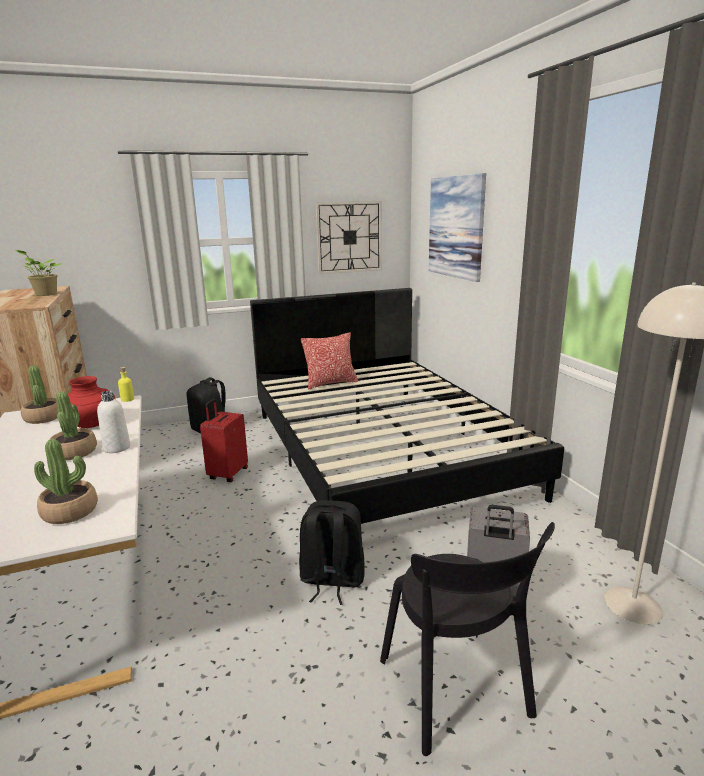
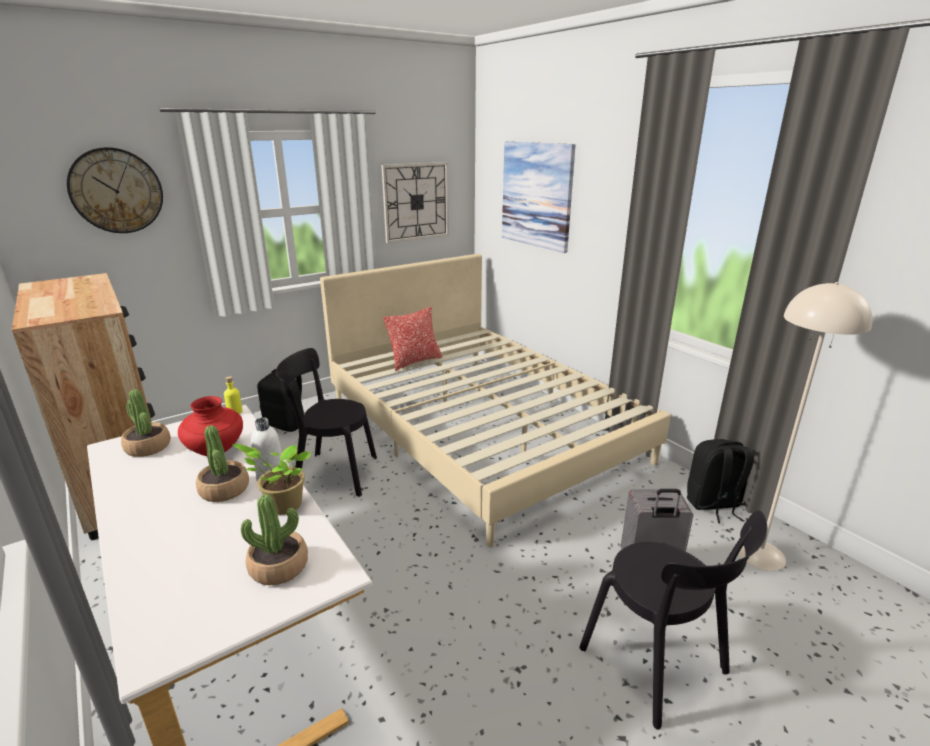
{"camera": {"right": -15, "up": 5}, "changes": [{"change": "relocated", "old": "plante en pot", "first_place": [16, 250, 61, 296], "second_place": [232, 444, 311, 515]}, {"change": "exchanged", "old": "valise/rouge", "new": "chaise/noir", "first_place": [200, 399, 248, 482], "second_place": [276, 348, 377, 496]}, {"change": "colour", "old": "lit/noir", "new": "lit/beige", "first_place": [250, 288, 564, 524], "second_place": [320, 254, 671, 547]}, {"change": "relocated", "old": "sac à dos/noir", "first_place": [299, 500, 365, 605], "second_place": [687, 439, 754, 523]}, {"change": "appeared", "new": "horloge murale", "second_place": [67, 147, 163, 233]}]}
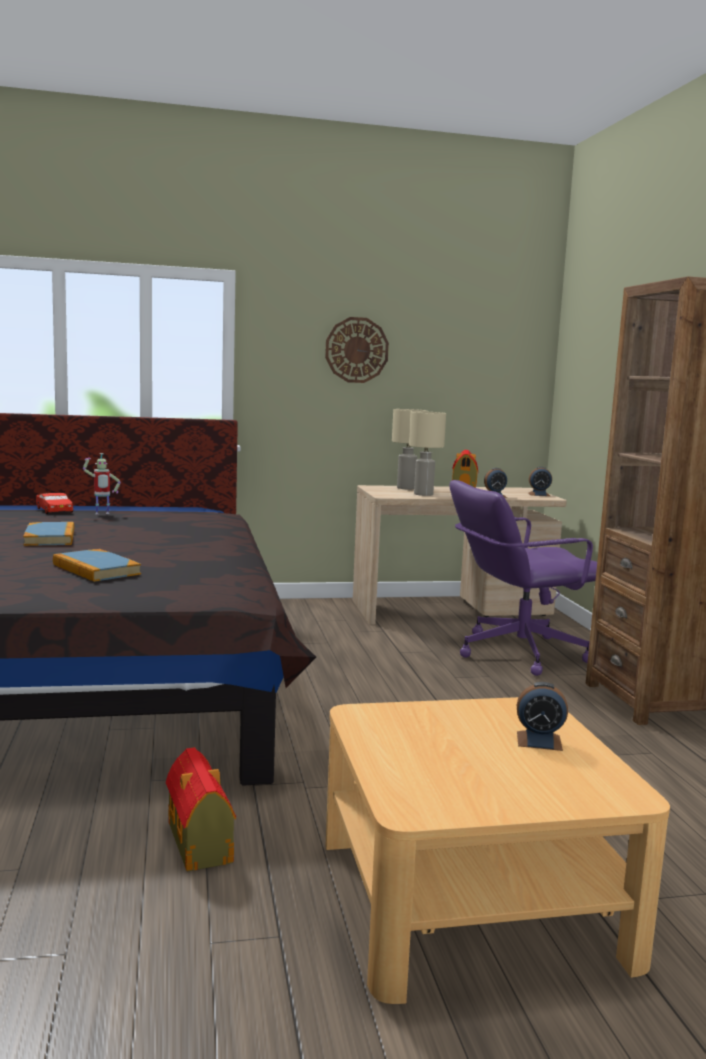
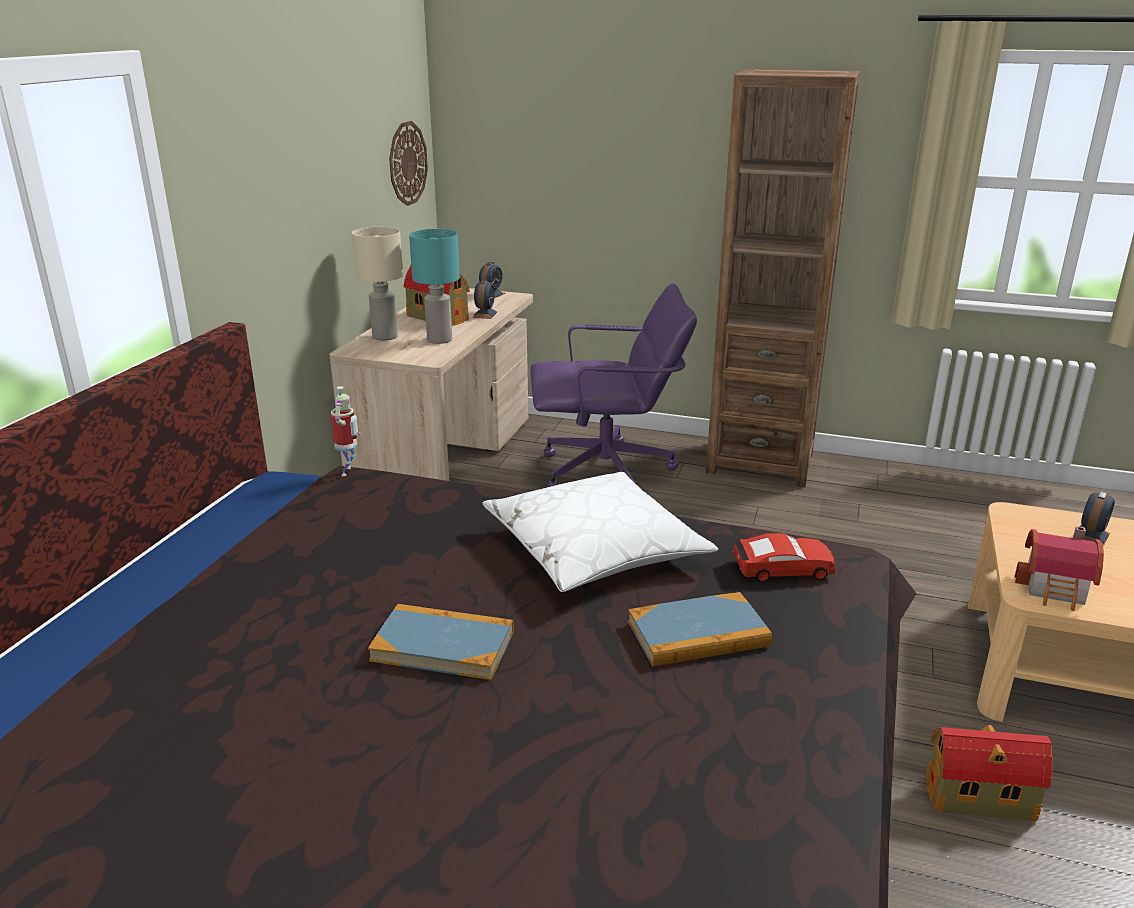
{"camera": {"right": -60, "up": 15}, "changes": [{"change": "relocated", "old": "petite voiture/rouge", "first_place": [36, 493, 73, 514], "second_place": [732, 533, 835, 582]}, {"change": "relocated", "old": "robot jouet", "first_place": [83, 453, 121, 514], "second_place": [331, 386, 361, 476]}, {"change": "relocated", "old": "horloge murale", "first_place": [325, 317, 389, 383], "second_place": [389, 121, 428, 206]}, {"change": "colour", "old": "lampe de table/beige", "new": "lampe de table/turquoise", "first_place": [409, 411, 446, 496], "second_place": [409, 229, 460, 344]}, {"change": "spun", "old": "chaise de bureau/violet", "first_place": [450, 480, 597, 676], "second_place": [530, 283, 697, 487], "degrees": -105}, {"change": "appeared", "new": "coussin/blanc", "second_place": [483, 472, 718, 592]}, {"change": "appeared", "new": "maison miniature", "second_place": [1014, 526, 1104, 611]}]}
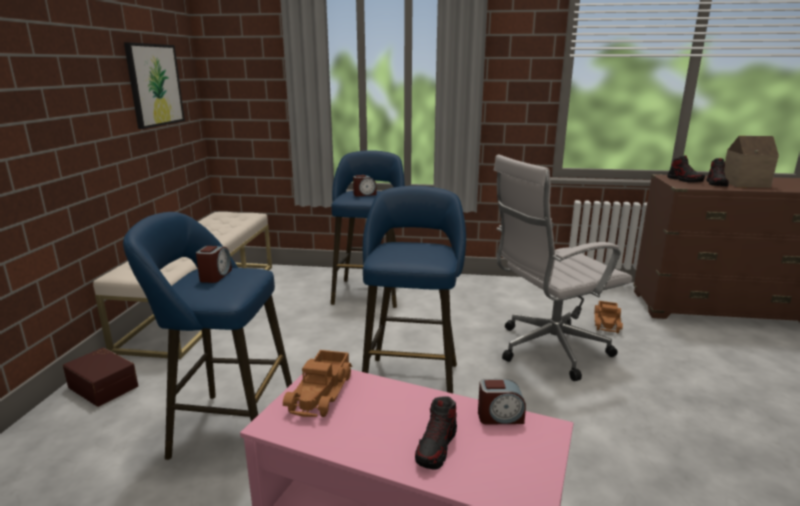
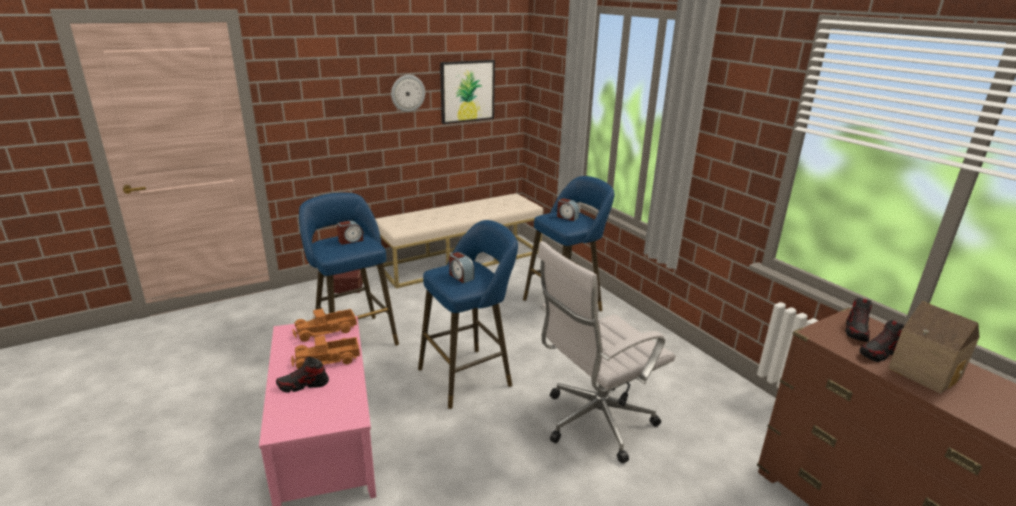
{"camera": {"right": 50, "up": 5}, "changes": [{"change": "relocated", "old": "réveil", "first_place": [478, 379, 526, 425], "second_place": [449, 252, 474, 283]}, {"change": "spun", "old": "chaise de bureau/blanc", "first_place": [494, 154, 632, 381], "second_place": [537, 241, 676, 463], "degrees": -60}, {"change": "relocated", "old": "camion jouet", "first_place": [594, 301, 623, 333], "second_place": [291, 335, 360, 369]}, {"change": "appeared", "new": "horloge murale", "second_place": [391, 75, 425, 112]}]}
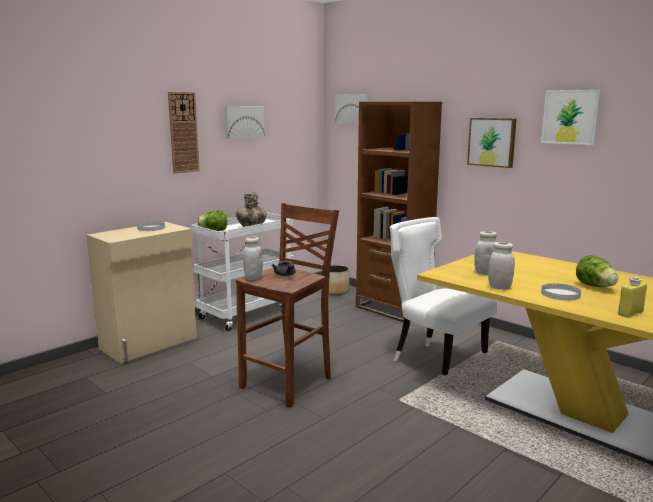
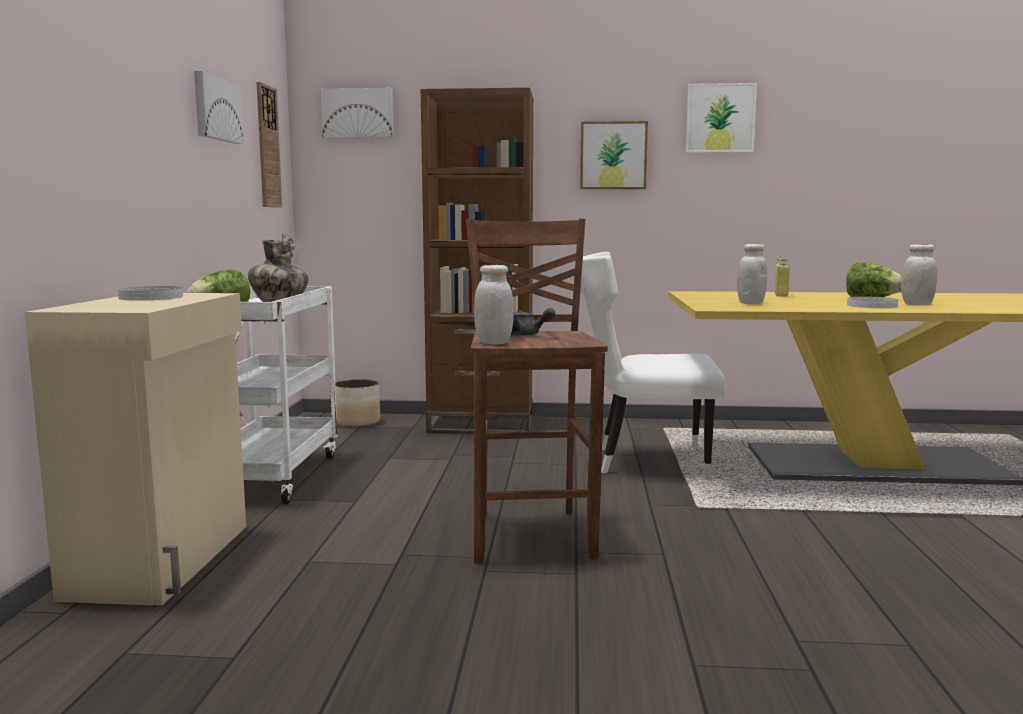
{"camera": {"right": -40, "up": -5}, "changes": [{"change": "relocated", "old": "horloge murale", "first_place": [168, 92, 200, 174], "second_place": [257, 82, 282, 208]}, {"change": "relocated", "old": "bocal/blanc", "first_place": [488, 242, 515, 290], "second_place": [901, 244, 937, 305]}, {"change": "relocated", "old": "bouteille/jaune", "first_place": [618, 277, 647, 318], "second_place": [774, 257, 790, 297]}]}
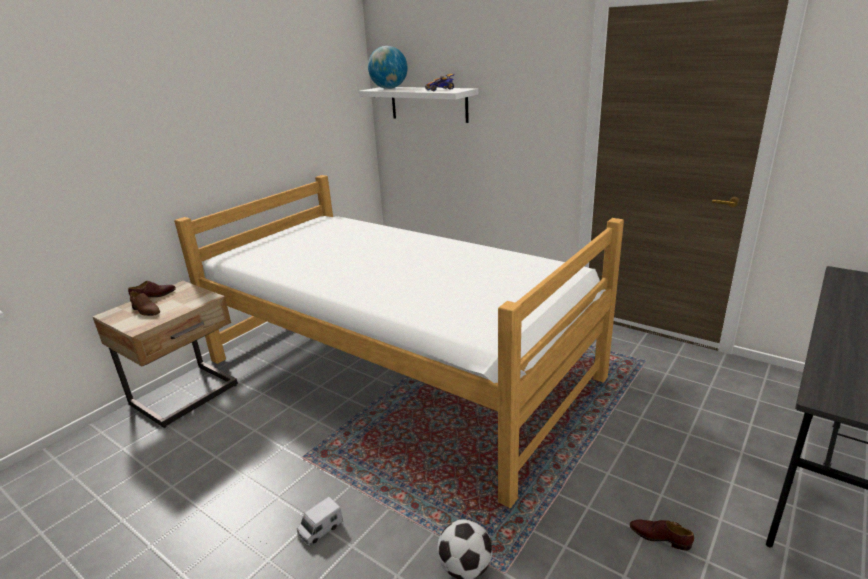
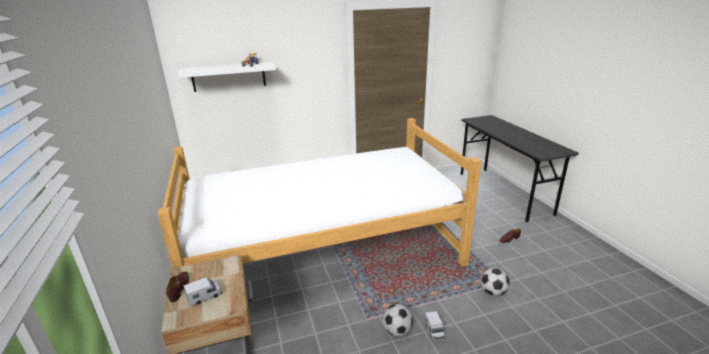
{"camera": {"right": -55, "up": 0}, "changes": [{"change": "exchanged", "old": "chaussure/marron", "new": "camion jouet", "first_place": [130, 291, 160, 316], "second_place": [184, 277, 222, 307]}, {"change": "missing", "old": "globe", "first_place": [368, 46, 408, 89]}, {"change": "appeared", "new": "ballon de foot", "second_place": [383, 304, 413, 336]}]}
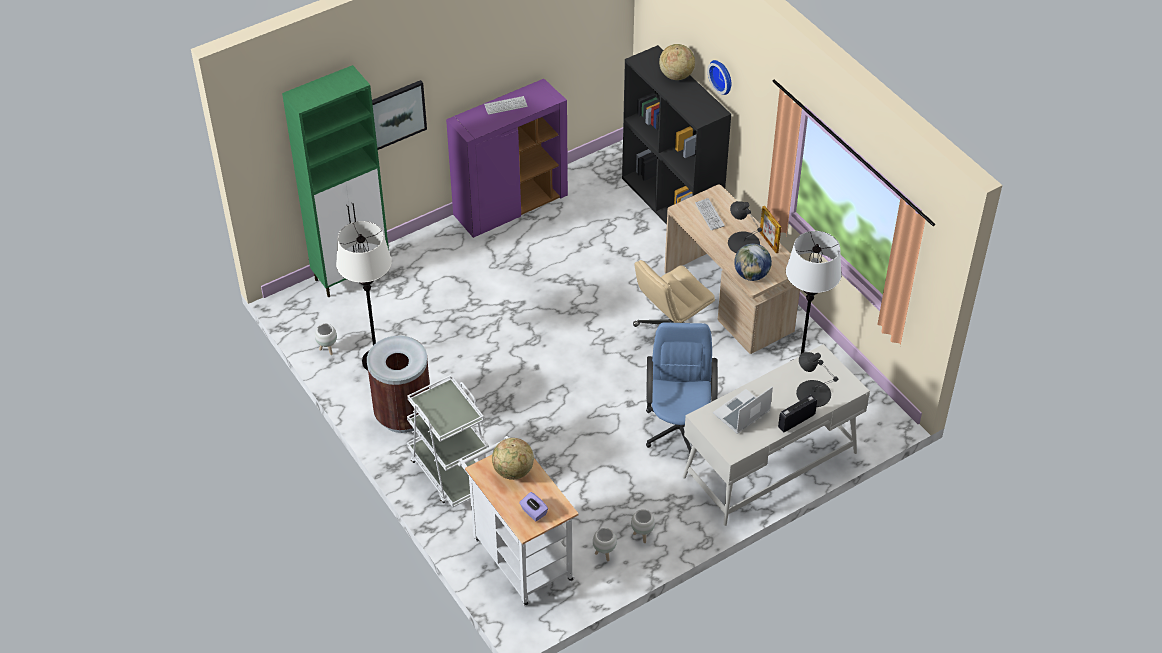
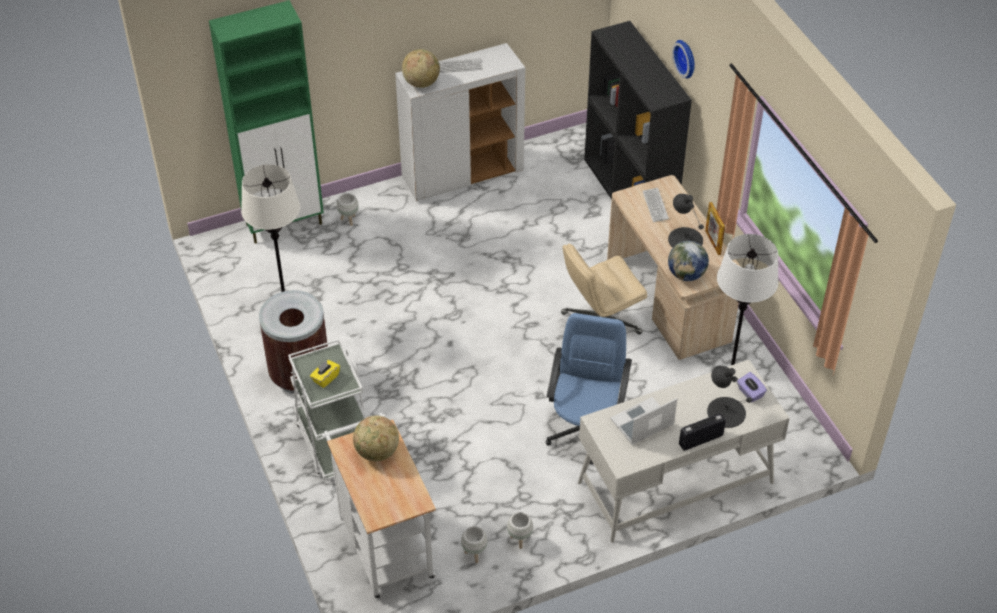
{"camera": {"right": 10, "up": 0}, "changes": [{"change": "relocated", "old": "cache-pot/blanc", "first_place": [315, 324, 337, 355], "second_place": [337, 193, 359, 226]}, {"change": "missing", "old": "tableau", "first_place": [372, 80, 427, 150]}, {"change": "colour", "old": "meuble de rangement/violet", "new": "meuble de rangement/blanc", "first_place": [446, 79, 568, 238], "second_place": [395, 43, 525, 201]}, {"change": "relocated", "old": "boîte à mouchoirs/violet", "first_place": [519, 492, 548, 521], "second_place": [737, 372, 767, 402]}, {"change": "relocated", "old": "globe", "first_place": [659, 44, 695, 80], "second_place": [402, 49, 440, 88]}, {"change": "appeared", "new": "boîte à mouchoirs/jaune", "second_place": [310, 360, 340, 388]}]}
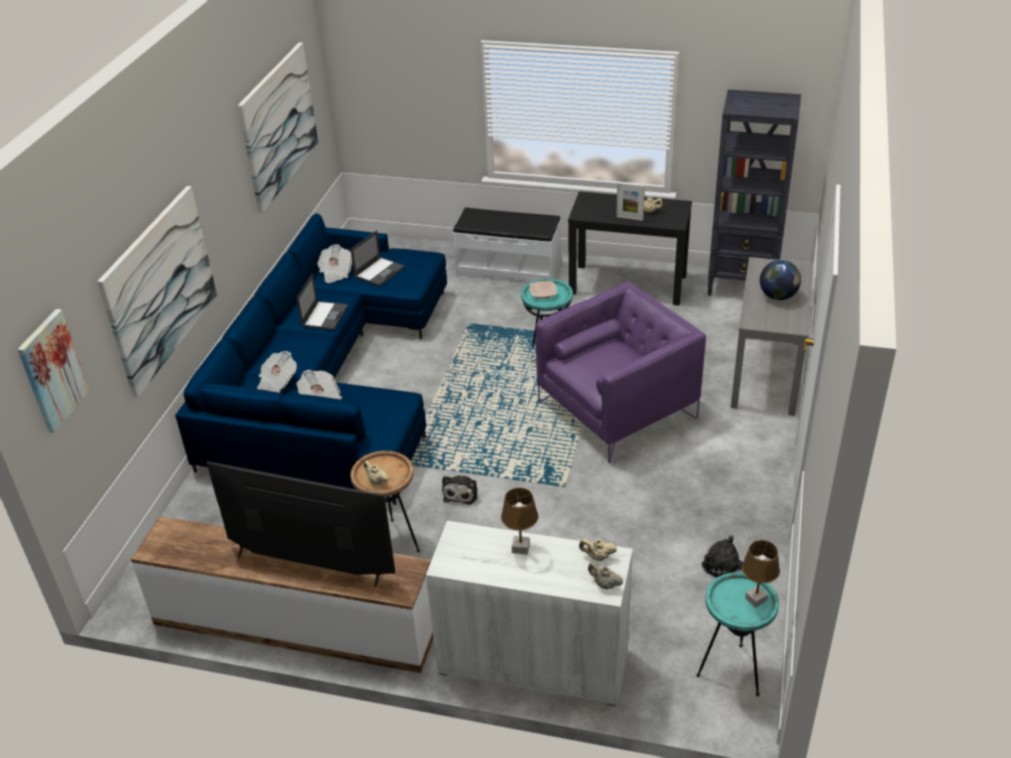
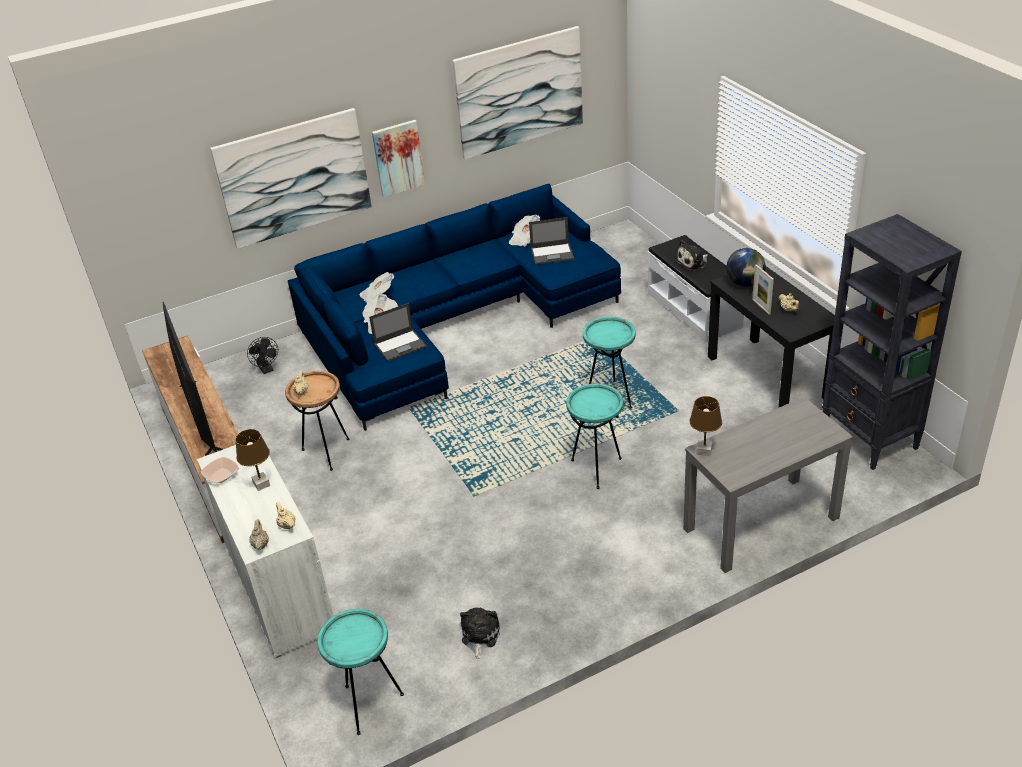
{"camera": {"right": 50, "up": 0}, "changes": [{"change": "relocated", "old": "tableau", "first_place": [17, 309, 89, 433], "second_place": [372, 120, 425, 198]}, {"change": "relocated", "old": "ordinateur portable", "first_place": [297, 274, 348, 330], "second_place": [369, 303, 427, 361]}, {"change": "relocated", "old": "peluche", "first_place": [442, 475, 478, 505], "second_place": [675, 240, 708, 271]}, {"change": "relocated", "old": "bol", "first_place": [529, 281, 557, 299], "second_place": [201, 457, 239, 483]}, {"change": "exchanged", "old": "fauteuil/violet", "new": "table d'appoint/turquoise", "first_place": [536, 282, 706, 463], "second_place": [566, 384, 623, 489]}, {"change": "relocated", "old": "lampe de table/marron", "first_place": [742, 540, 780, 608], "second_place": [689, 396, 722, 456]}, {"change": "relocated", "old": "globe", "first_place": [760, 260, 801, 300], "second_place": [726, 248, 766, 286]}, {"change": "appeared", "new": "ventilateur/noir", "second_place": [247, 337, 278, 374]}]}
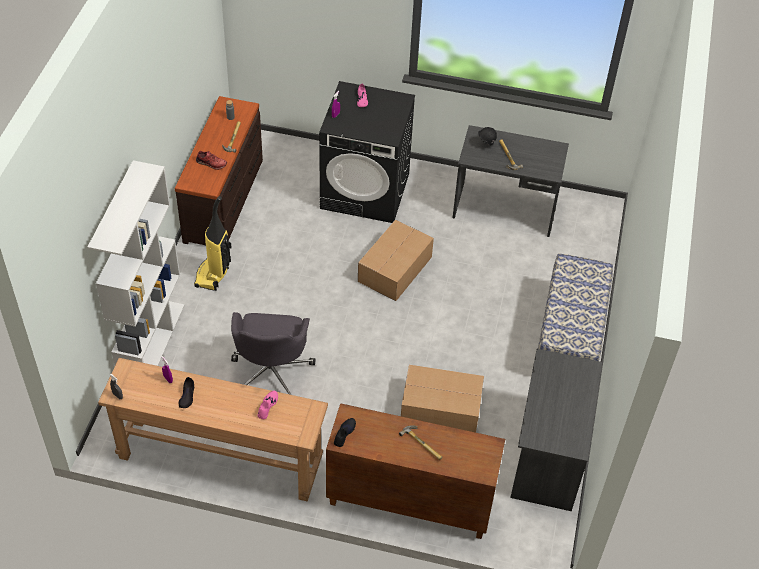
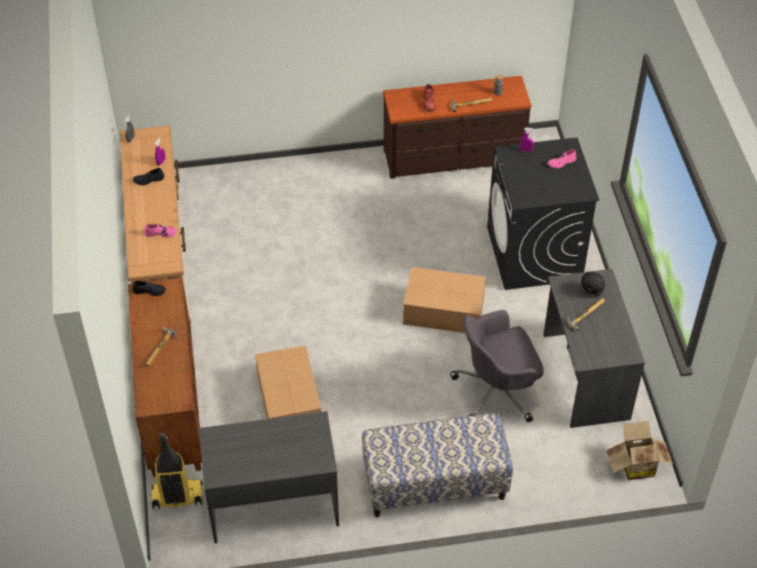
{"camera": {"right": 70, "up": 0}, "changes": [{"change": "missing", "old": "bibliothèque/blanc", "first_place": [87, 160, 185, 366]}, {"change": "relocated", "old": "aspirateur", "first_place": [194, 196, 232, 291], "second_place": [152, 433, 203, 510]}, {"change": "relocated", "old": "chaise de bureau/gris", "first_place": [231, 312, 315, 395], "second_place": [450, 310, 544, 422]}, {"change": "appeared", "new": "carton", "second_place": [607, 421, 673, 480]}]}
